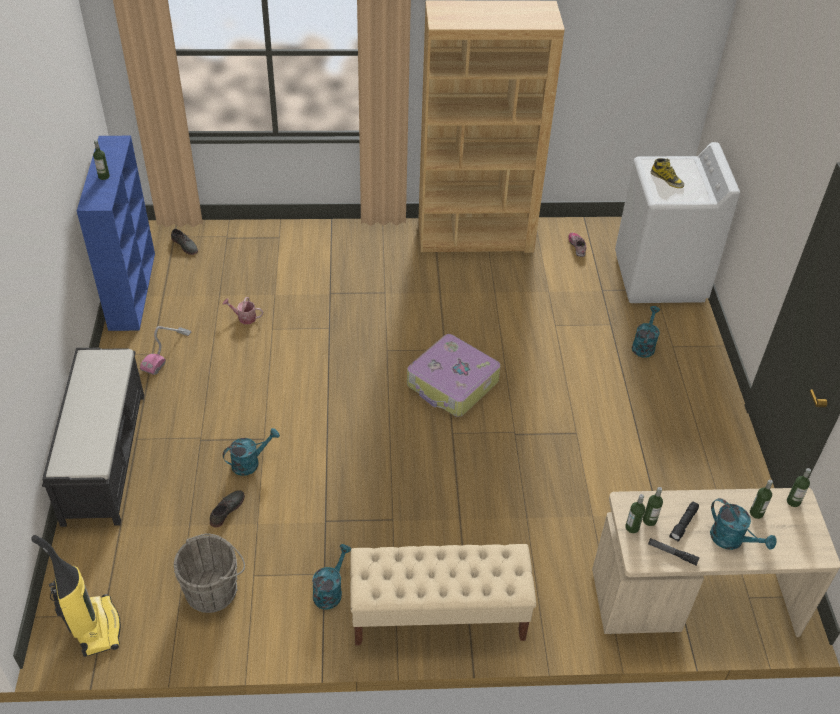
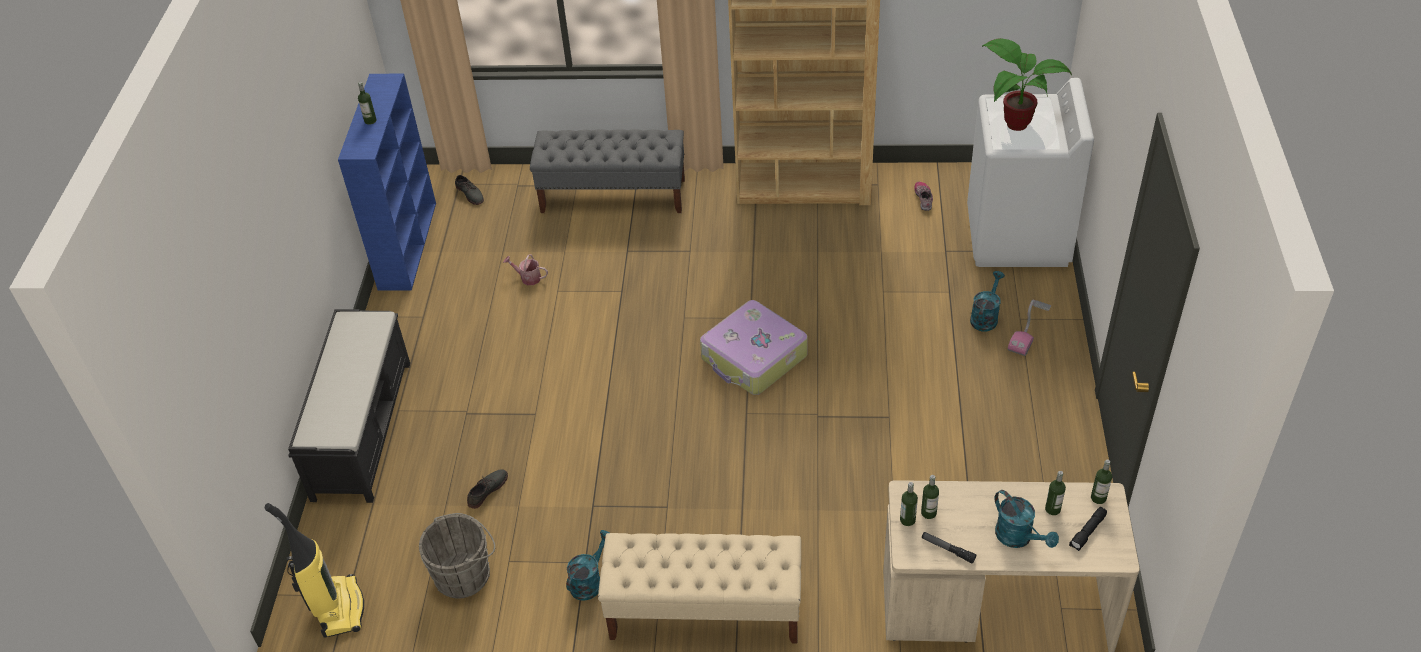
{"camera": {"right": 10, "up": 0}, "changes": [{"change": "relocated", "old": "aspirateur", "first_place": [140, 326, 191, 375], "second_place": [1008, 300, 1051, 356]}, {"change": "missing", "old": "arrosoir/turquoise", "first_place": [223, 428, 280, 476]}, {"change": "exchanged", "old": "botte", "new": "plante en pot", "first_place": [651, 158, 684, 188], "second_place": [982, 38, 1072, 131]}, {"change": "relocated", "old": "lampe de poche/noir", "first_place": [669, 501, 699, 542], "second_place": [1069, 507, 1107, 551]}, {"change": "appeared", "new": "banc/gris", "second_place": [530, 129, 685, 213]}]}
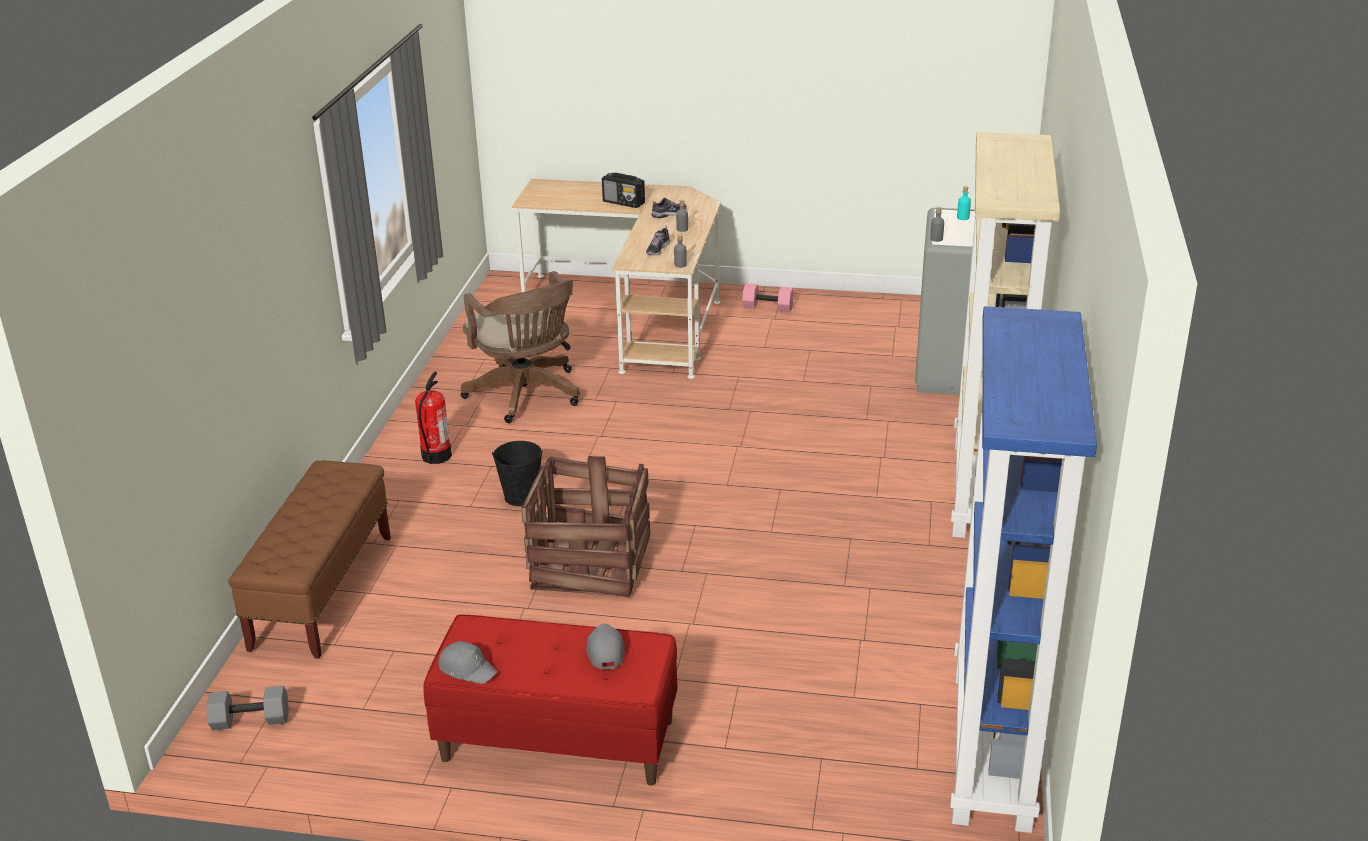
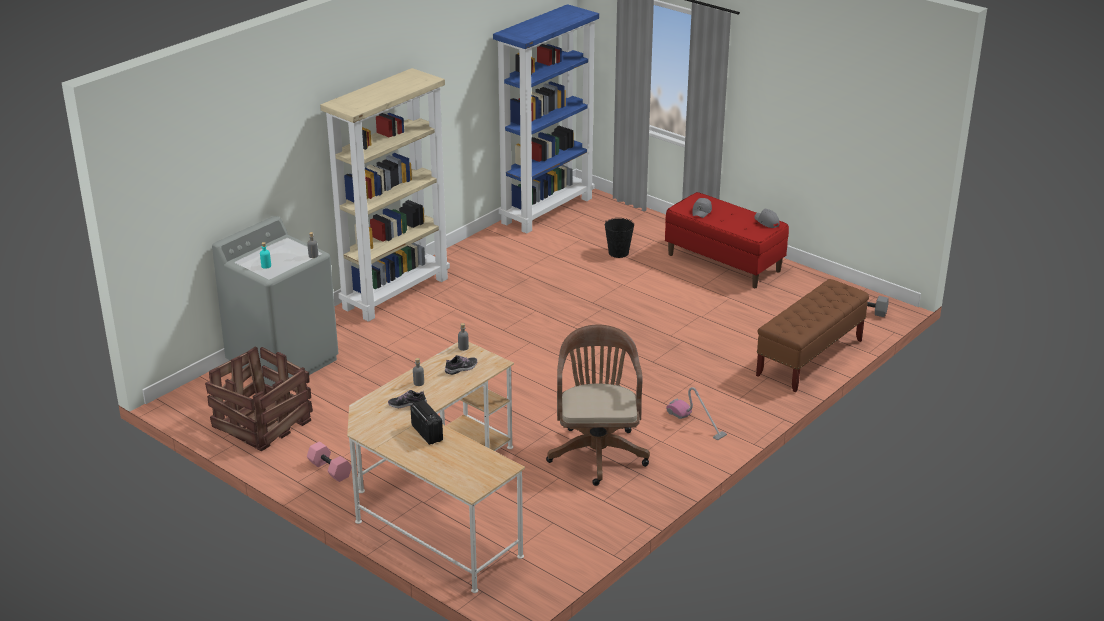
{"camera": {"right": -150, "up": 0}, "changes": [{"change": "exchanged", "old": "extincteur", "new": "aspirateur", "first_place": [415, 372, 452, 464], "second_place": [666, 387, 727, 440]}, {"change": "relocated", "old": "seau/noir", "first_place": [492, 441, 543, 506], "second_place": [605, 218, 634, 258]}, {"change": "relocated", "old": "caisse", "first_place": [522, 456, 650, 597], "second_place": [205, 346, 313, 451]}]}
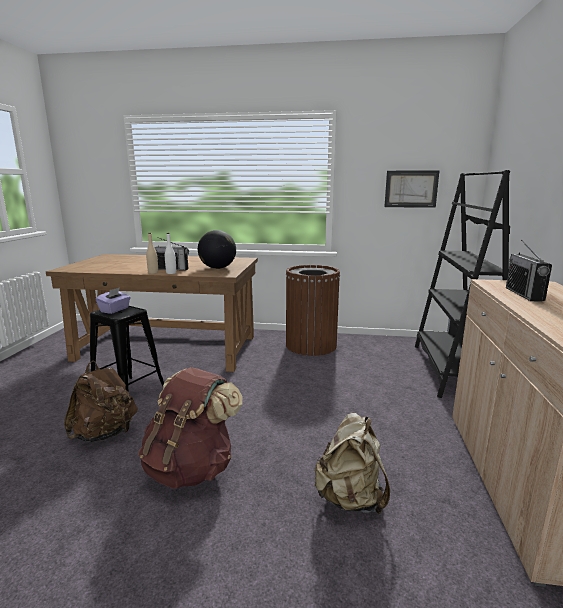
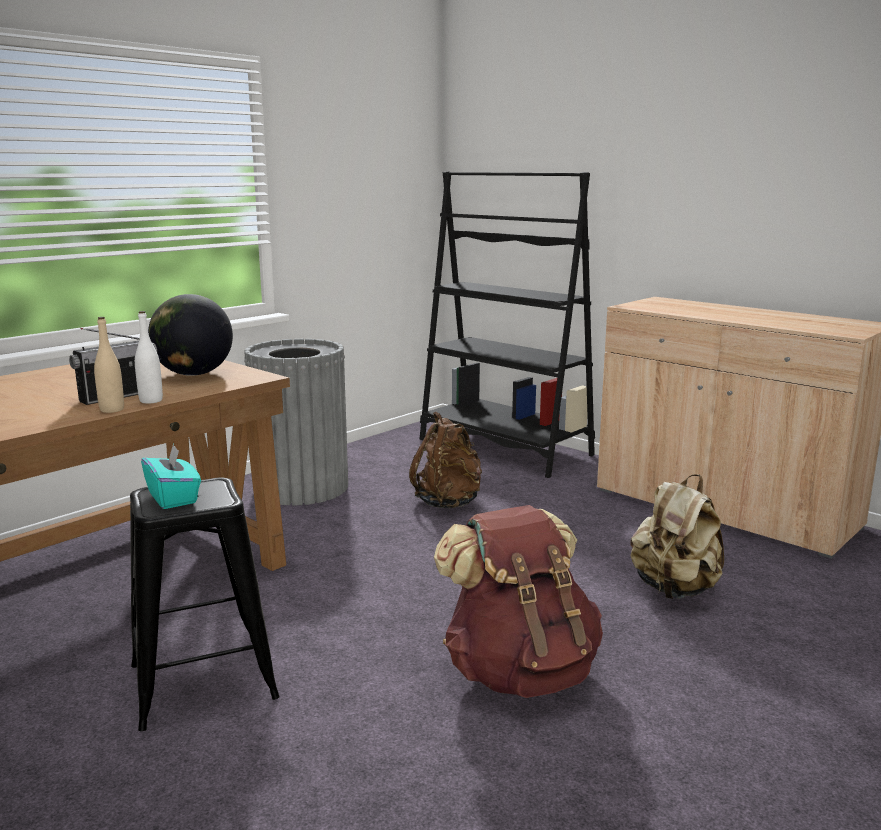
{"camera": {"right": -55, "up": 0}, "changes": [{"change": "relocated", "old": "sac à dos/marron", "first_place": [64, 361, 137, 442], "second_place": [409, 411, 482, 508]}, {"change": "colour", "old": "boîte à mouchoirs/violet", "new": "boîte à mouchoirs/turquoise", "first_place": [96, 287, 131, 314], "second_place": [141, 444, 201, 509]}, {"change": "colour", "old": "poubelle/marron", "new": "poubelle/gris", "first_place": [286, 265, 340, 356], "second_place": [244, 339, 348, 505]}, {"change": "missing", "old": "tableau", "first_place": [384, 170, 440, 208]}, {"change": "missing", "old": "radio", "first_place": [506, 240, 552, 302]}]}
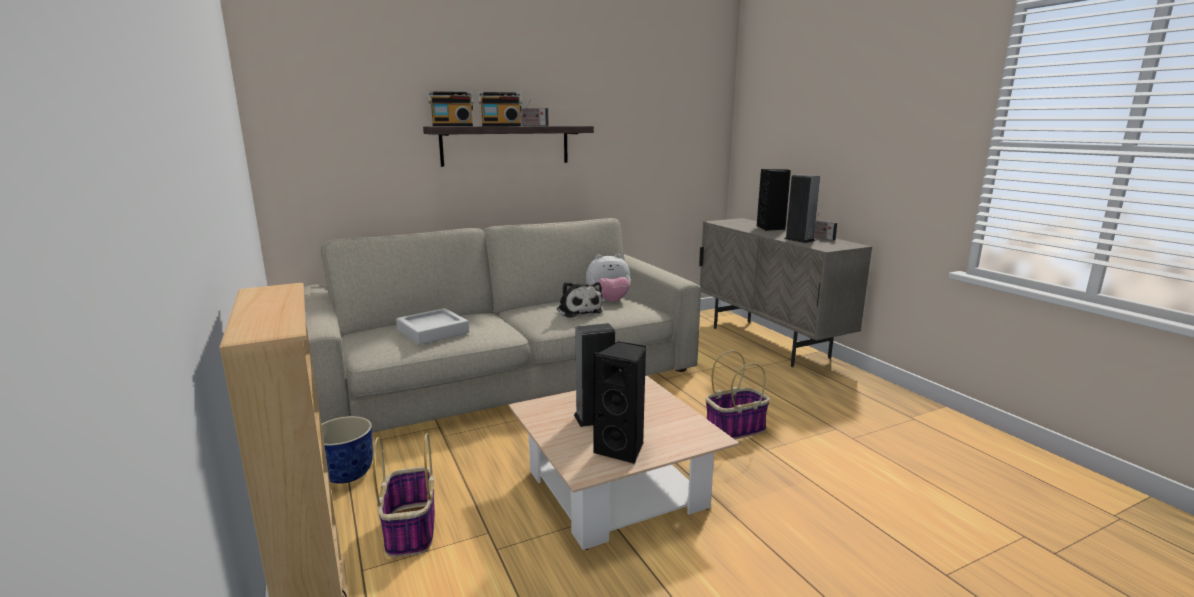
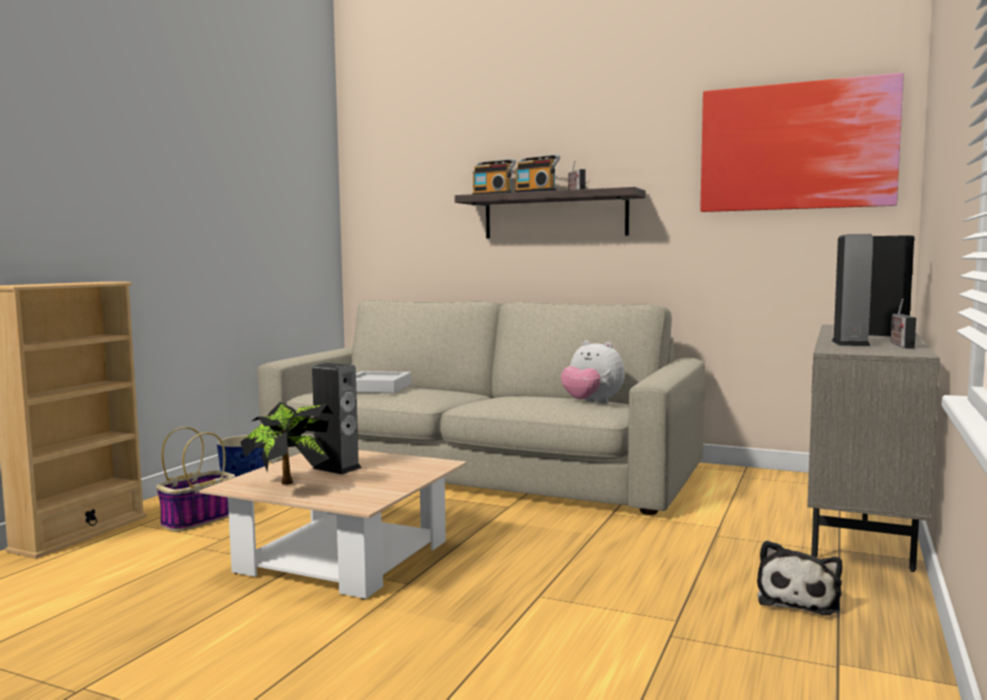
{"camera": {"right": 50, "up": -10}, "changes": [{"change": "relocated", "old": "peluche", "first_place": [557, 282, 603, 318], "second_place": [757, 540, 842, 615]}, {"change": "exchanged", "old": "enceinte/noir", "new": "plante en pot", "first_place": [593, 341, 646, 464], "second_place": [240, 402, 333, 485]}, {"change": "missing", "old": "panier", "first_place": [706, 351, 770, 440]}, {"change": "appeared", "new": "tableau", "second_place": [700, 73, 904, 212]}]}
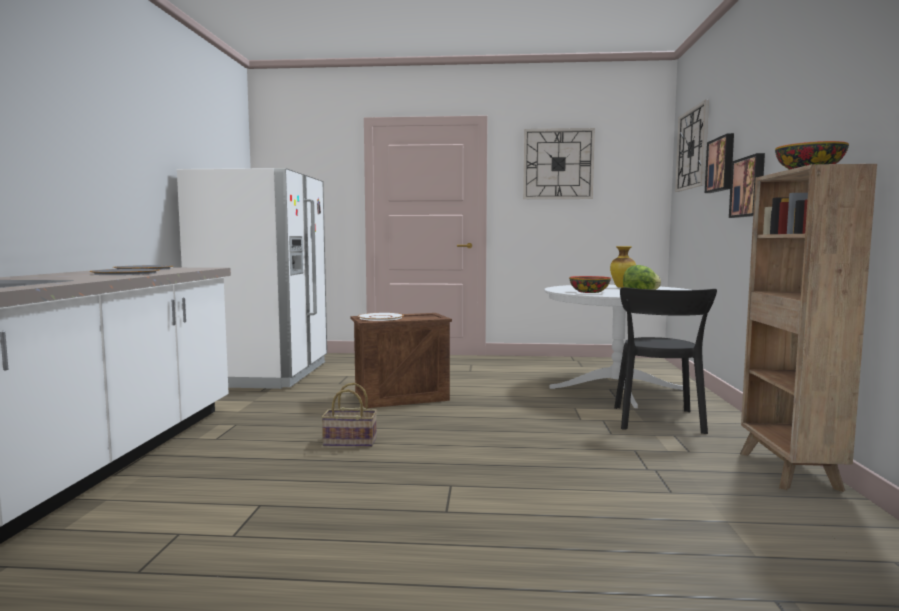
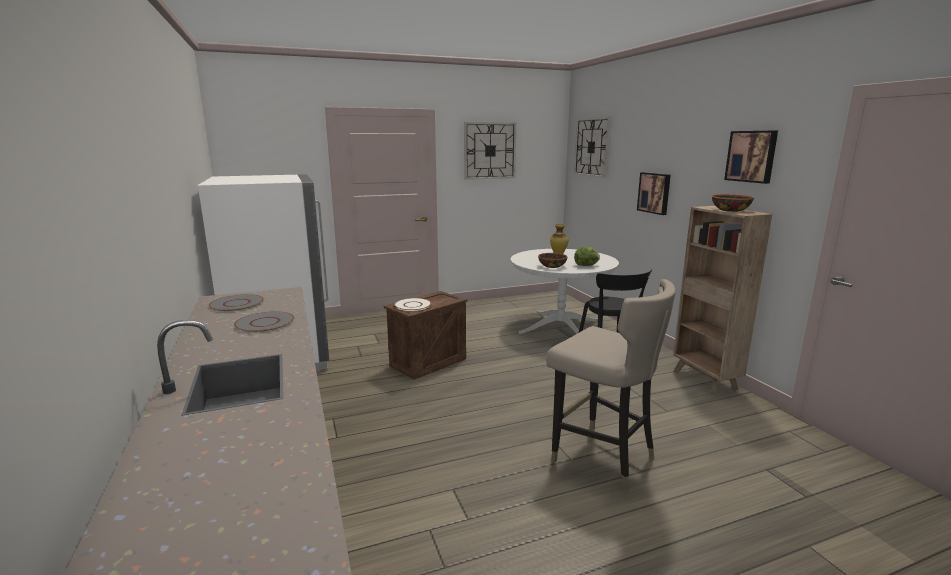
{"camera": {"right": -25, "up": 10}, "changes": [{"change": "missing", "old": "panier", "first_place": [321, 383, 377, 447]}, {"change": "relocated", "old": "tableau", "first_place": [705, 133, 734, 193], "second_place": [724, 131, 778, 184]}, {"change": "appeared", "new": "tabouret/beige", "second_place": [546, 279, 676, 491]}]}
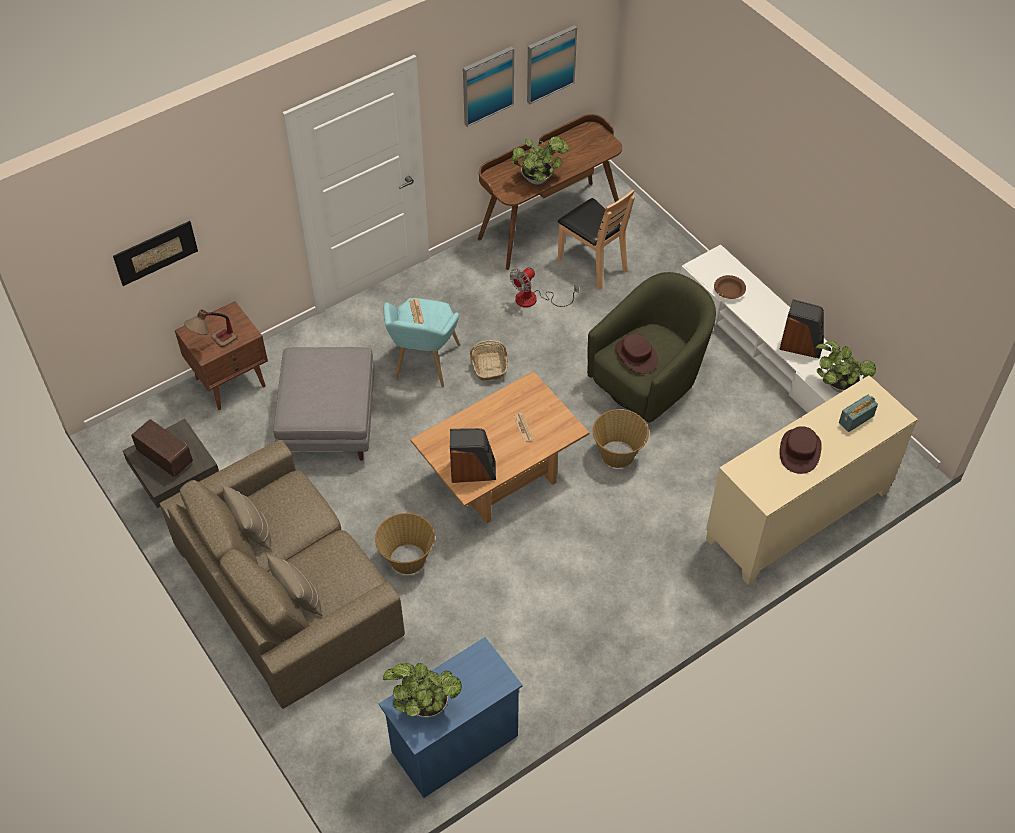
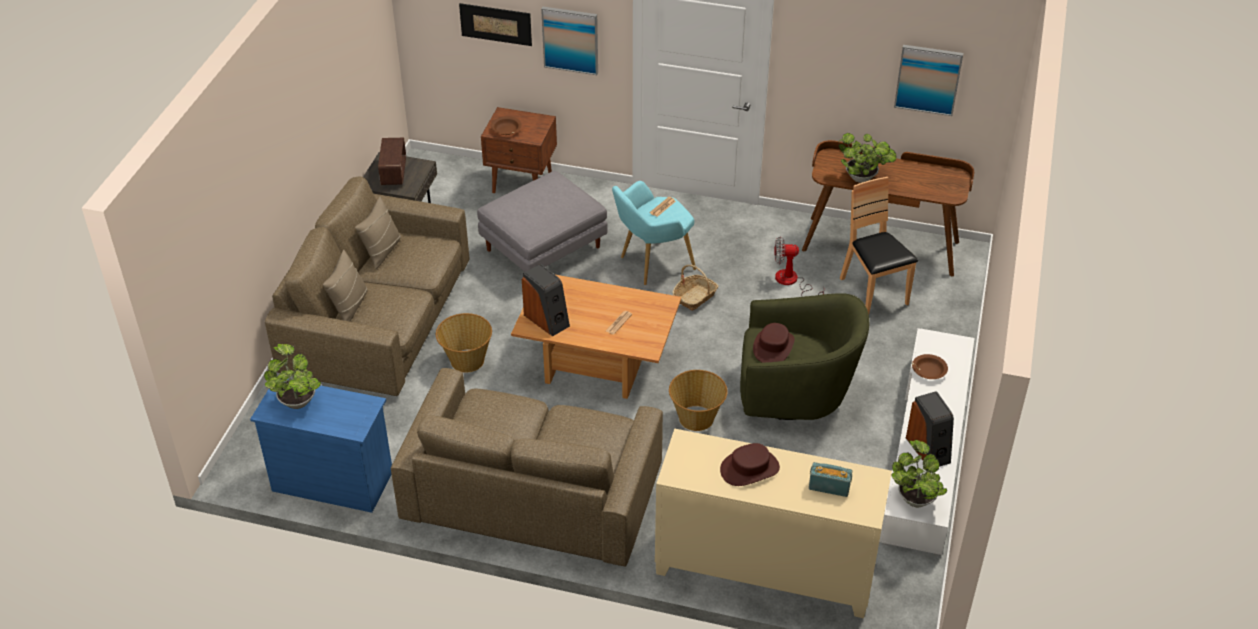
{"camera": {"right": 50, "up": -10}, "changes": [{"change": "exchanged", "old": "lampe de table", "new": "bol/marron", "first_place": [184, 309, 237, 347], "second_place": [491, 116, 522, 135]}, {"change": "relocated", "old": "tableau", "first_place": [463, 46, 514, 127], "second_place": [541, 7, 598, 75]}, {"change": "spun", "old": "chaise/marron", "first_place": [558, 190, 635, 290], "second_place": [840, 177, 918, 314], "degrees": 150}, {"change": "appeared", "new": "canapé/marron", "second_place": [391, 368, 663, 567]}]}
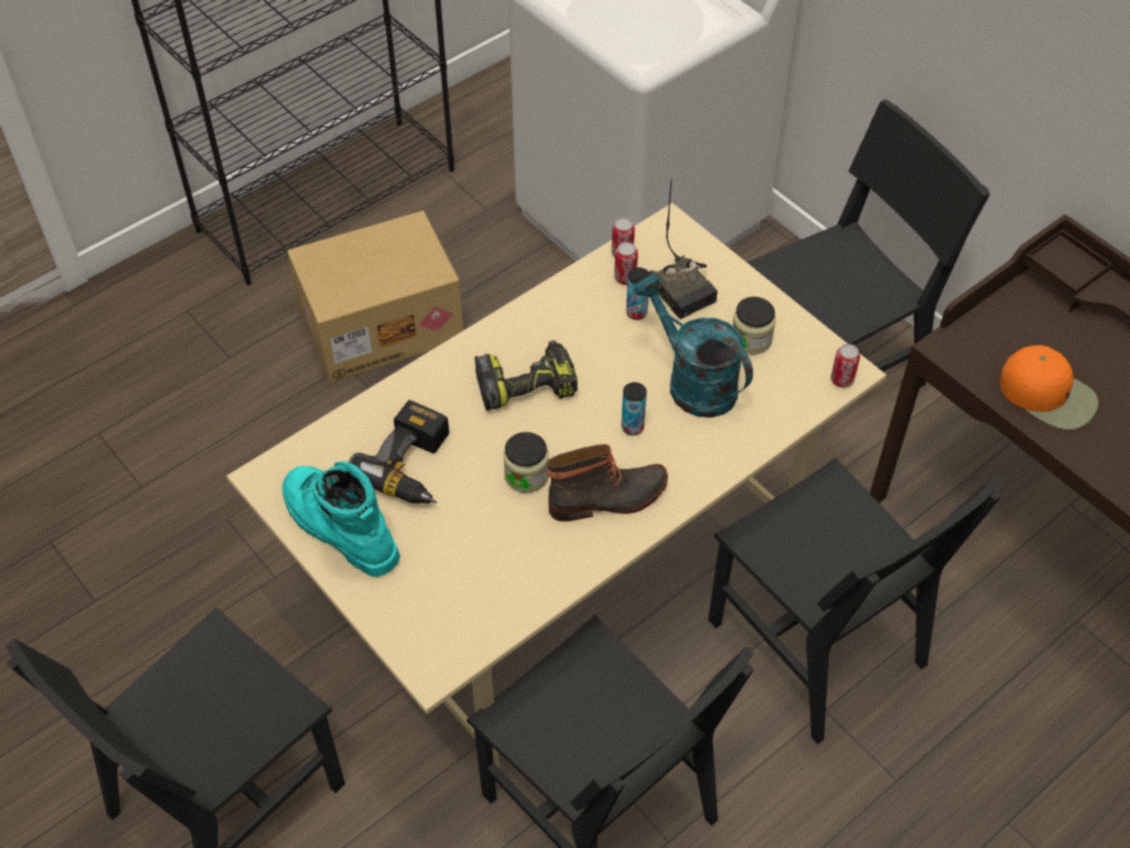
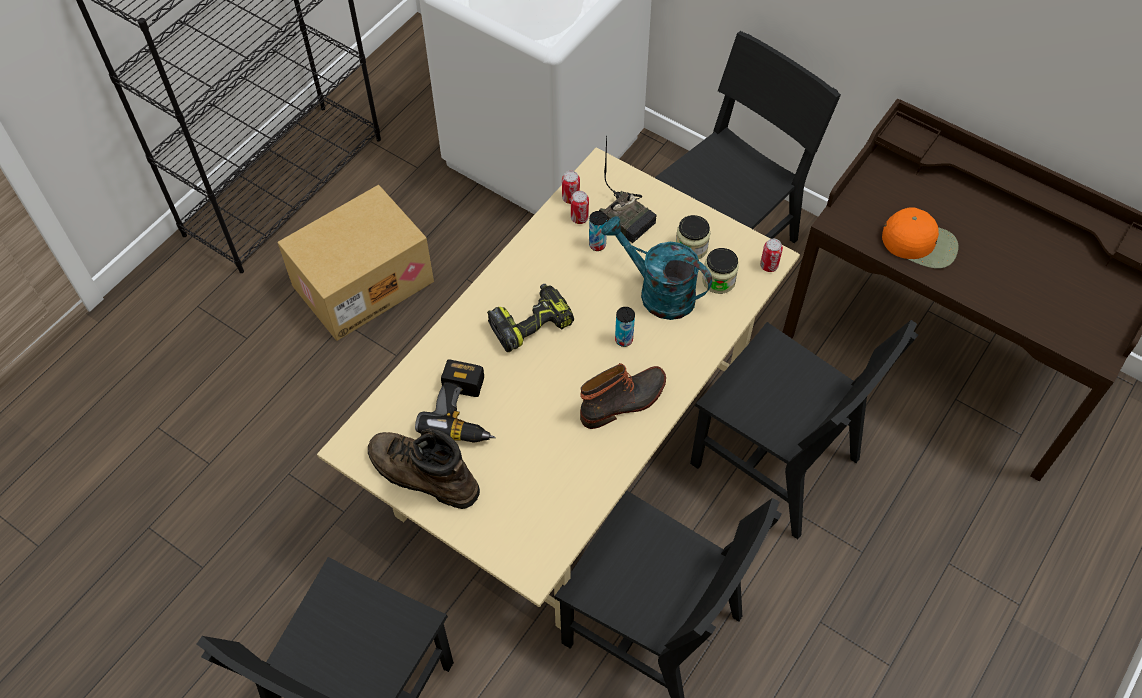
{"camera": {"right": -15, "up": 5}, "changes": [{"change": "colour", "old": "botte/turquoise", "new": "botte/marron", "first_place": [282, 462, 400, 577], "second_place": [368, 428, 480, 509]}, {"change": "relocated", "old": "bocal", "first_place": [504, 432, 549, 493], "second_place": [702, 248, 739, 294]}]}
